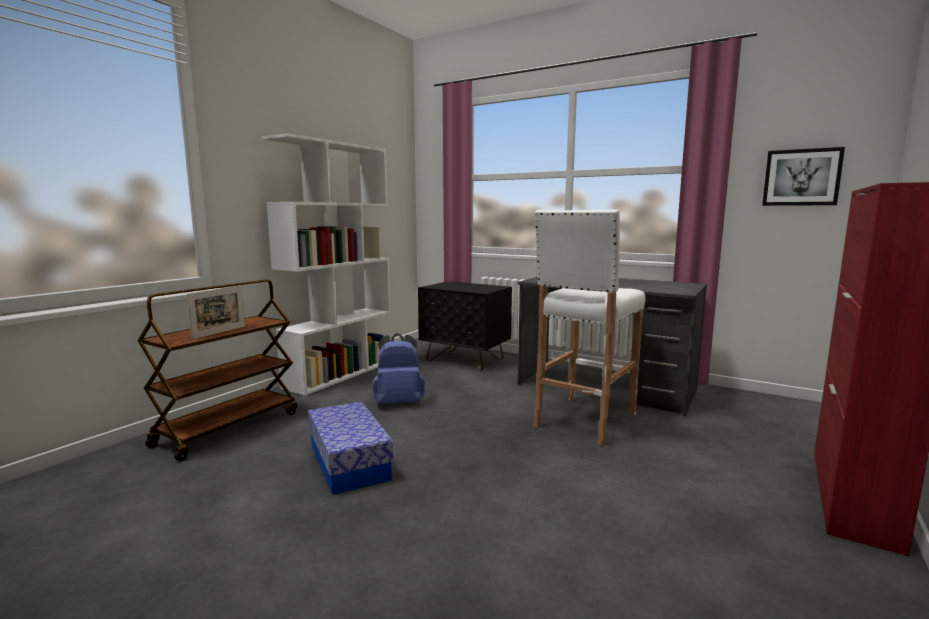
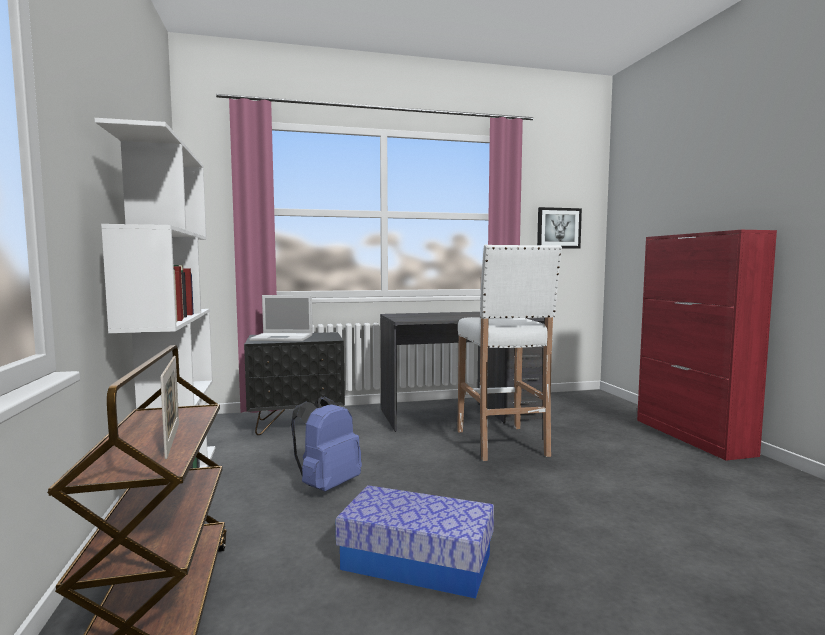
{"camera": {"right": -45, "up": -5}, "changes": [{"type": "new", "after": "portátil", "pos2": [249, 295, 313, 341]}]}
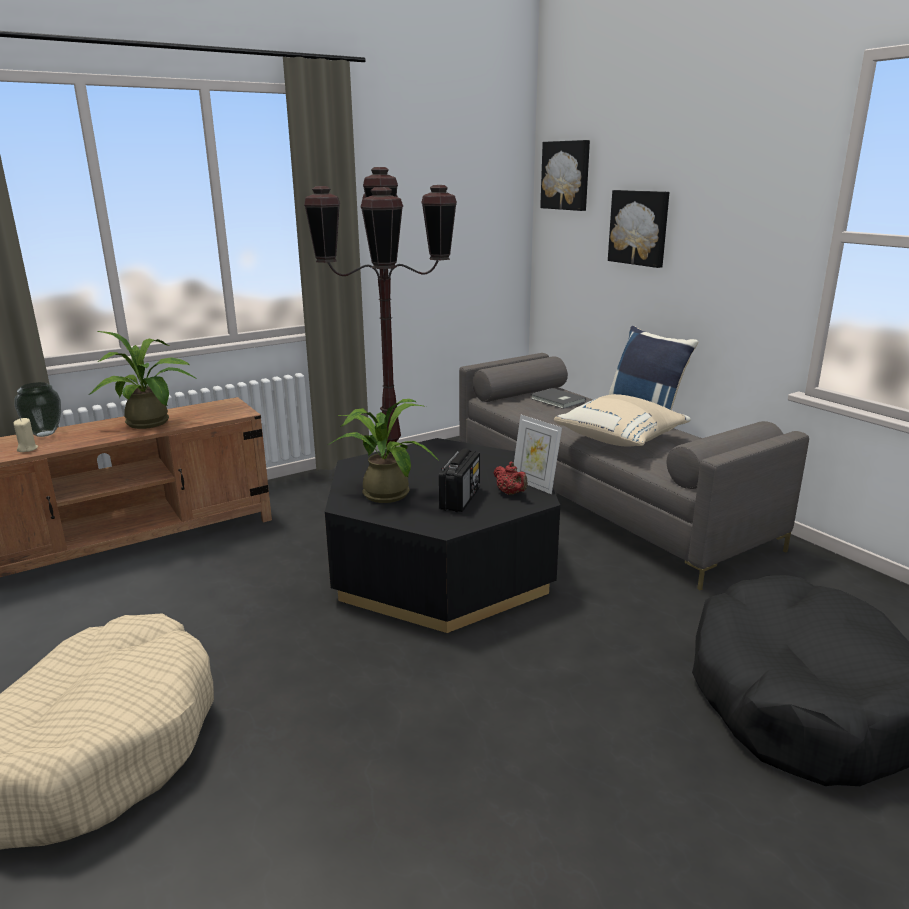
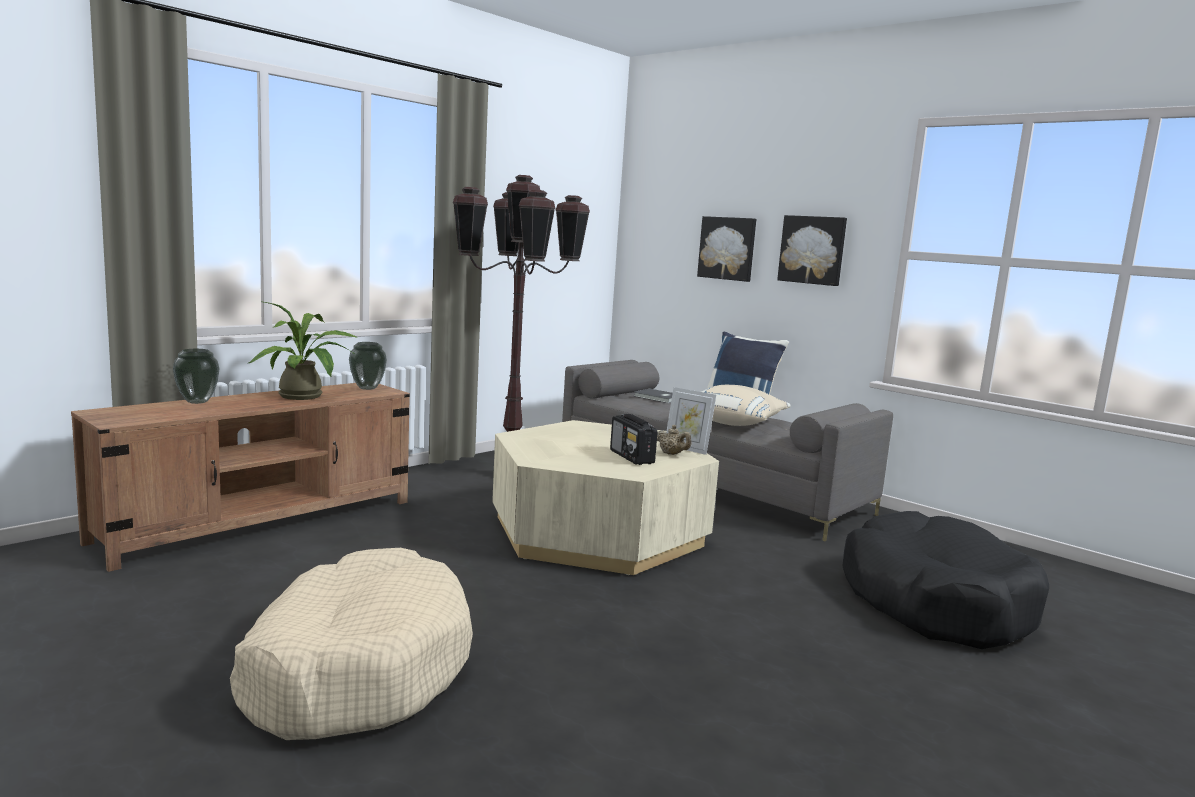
{"camera": {"right": -15, "up": -10}, "changes": [{"type": "new", "after": "florero", "pos2": [349, 342, 387, 390]}, {"type": "repainted", "before": "mesa de centro/negro", "after": "mesa de centro/beis", "pos1": [325, 438, 560, 633], "pos2": [492, 420, 719, 575]}, {"type": "rotated", "before": "radio", "pos1": [439, 449, 480, 512], "pos2": [610, 414, 658, 465], "turn": 150}, {"type": "repainted", "before": "tetera/rojo", "after": "tetera/beis", "pos1": [494, 462, 528, 495], "pos2": [657, 425, 691, 455]}, {"type": "shifted", "before": "cuadro", "pos1": [540, 140, 590, 211], "pos2": [777, 215, 847, 286]}, {"type": "gone", "before": "vela/beis", "pos1": [14, 418, 38, 452]}, {"type": "gone", "before": "planta en maceta", "pos1": [328, 399, 440, 503]}]}
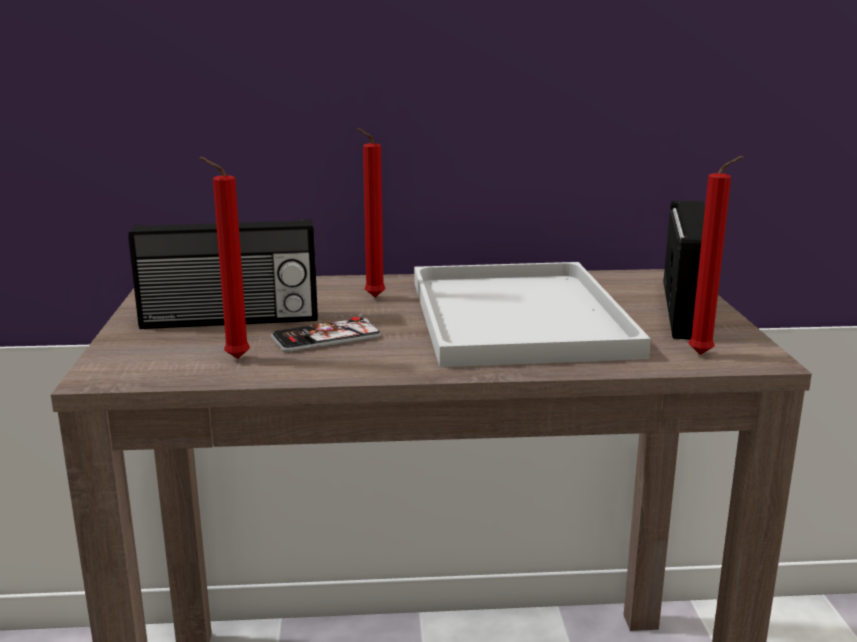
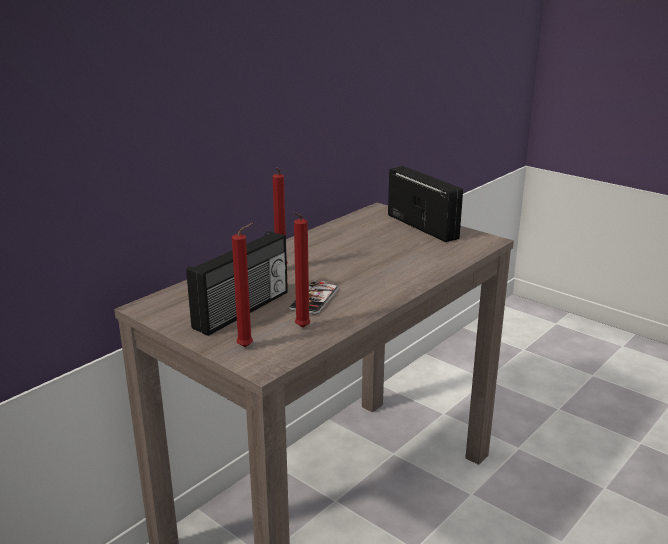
{"camera": {"right": -45, "up": 5}, "changes": [{"type": "shifted", "before": "vela/rojo", "pos1": [689, 156, 744, 355], "pos2": [232, 223, 253, 347]}, {"type": "gone", "before": "bandeja/blanco", "pos1": [414, 262, 651, 367]}]}
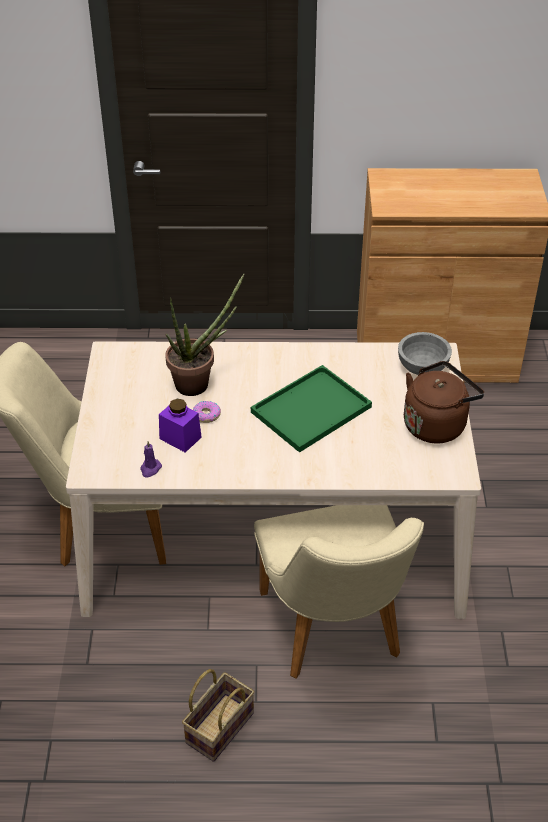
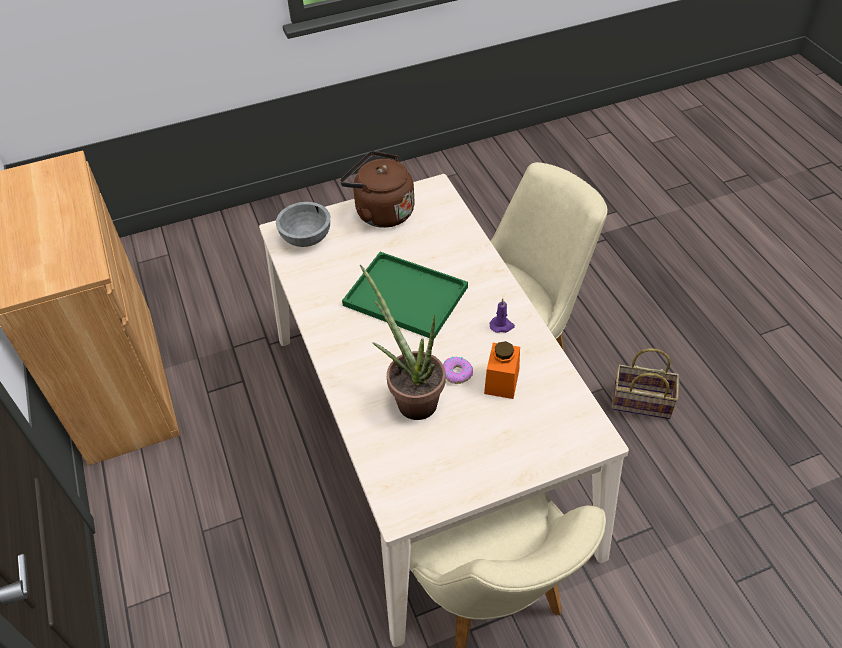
{"camera": {"right": -110, "up": 5}, "changes": [{"type": "repainted", "before": "tarro/morado", "after": "tarro/naranja", "pos1": [159, 399, 202, 453], "pos2": [484, 341, 520, 399]}, {"type": "shifted", "before": "vela/morado", "pos1": [140, 441, 162, 477], "pos2": [490, 299, 515, 333]}]}
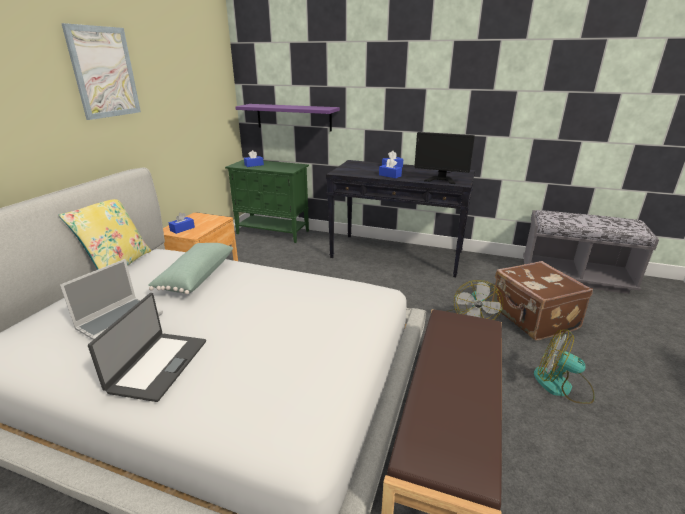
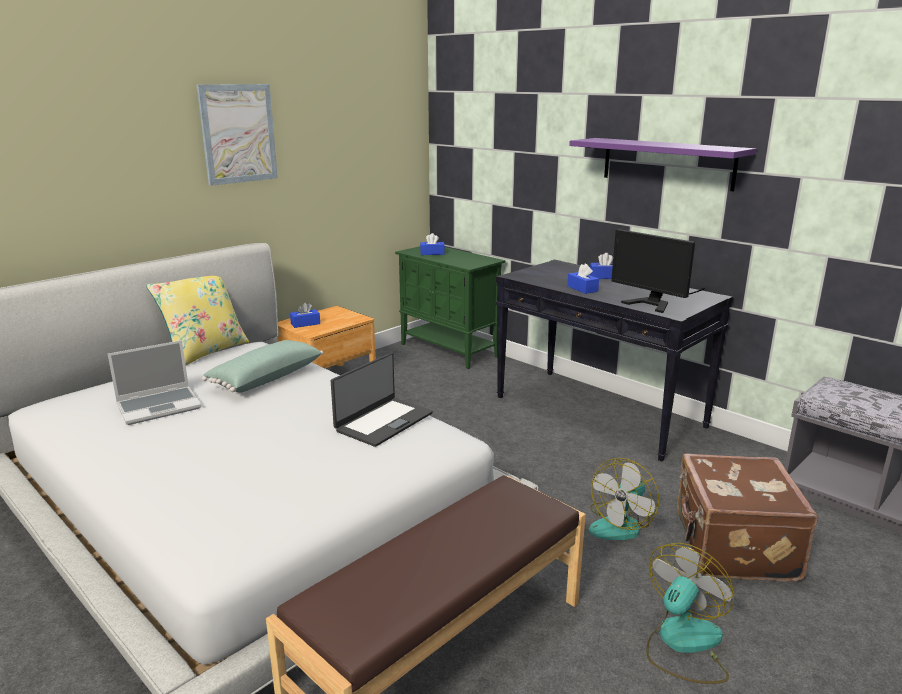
{"camera": {"right": 25, "up": -5}, "changes": [{"type": "shifted", "before": "portátil", "pos1": [88, 293, 206, 402], "pos2": [331, 353, 433, 447]}, {"type": "shifted", "before": "estante/morado", "pos1": [235, 104, 340, 132], "pos2": [569, 138, 756, 191]}, {"type": "rotated", "before": "ventilador", "pos1": [534, 329, 595, 404], "pos2": [646, 543, 734, 684], "turn": 75}]}
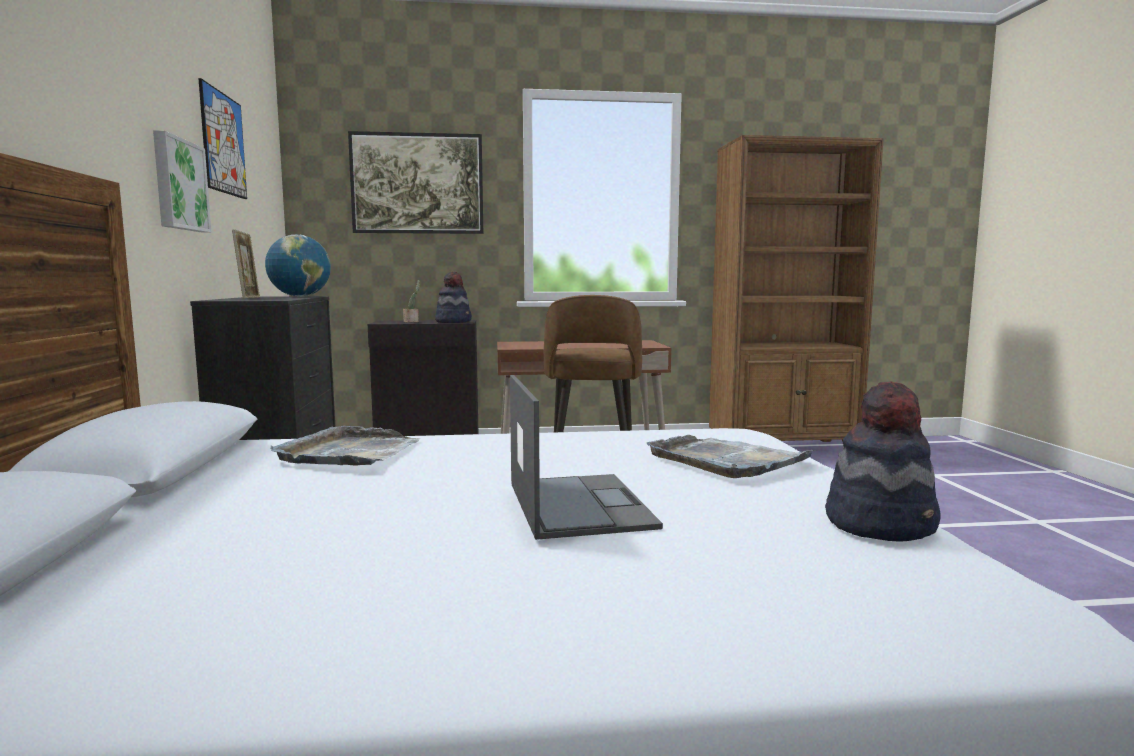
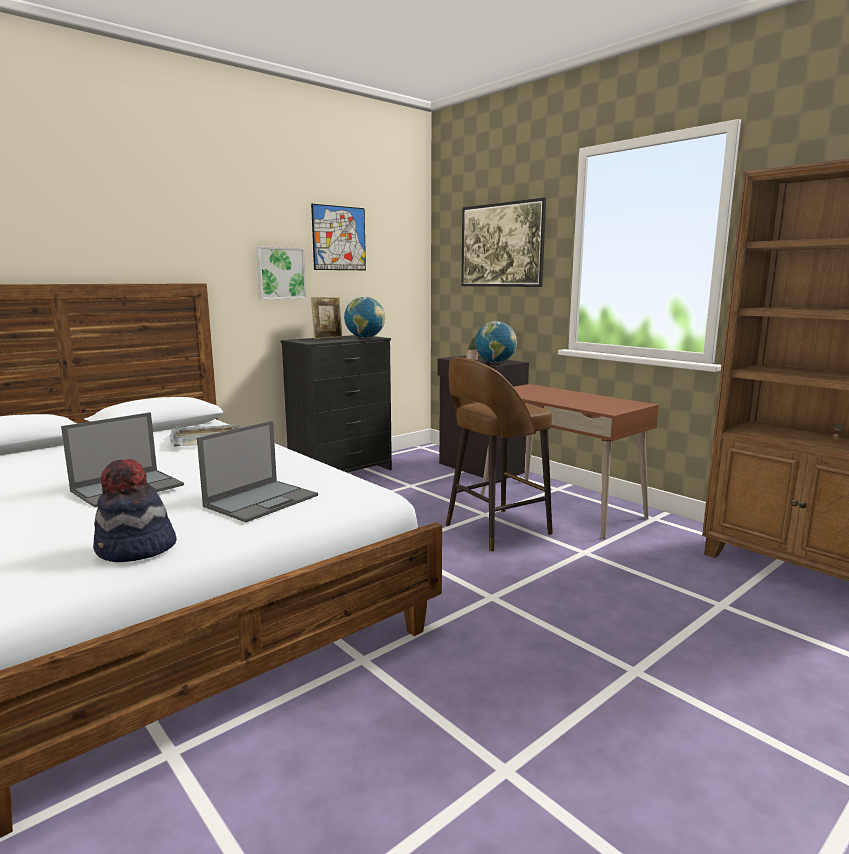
{"camera": {"right": 55, "up": 5}, "changes": [{"type": "swapped", "before": "bandeja/gris", "after": "portátil", "pos1": [647, 435, 817, 478], "pos2": [197, 421, 318, 522]}, {"type": "swapped", "before": "sombrero", "after": "globo terráqueo", "pos1": [435, 272, 472, 323], "pos2": [475, 321, 517, 363]}]}
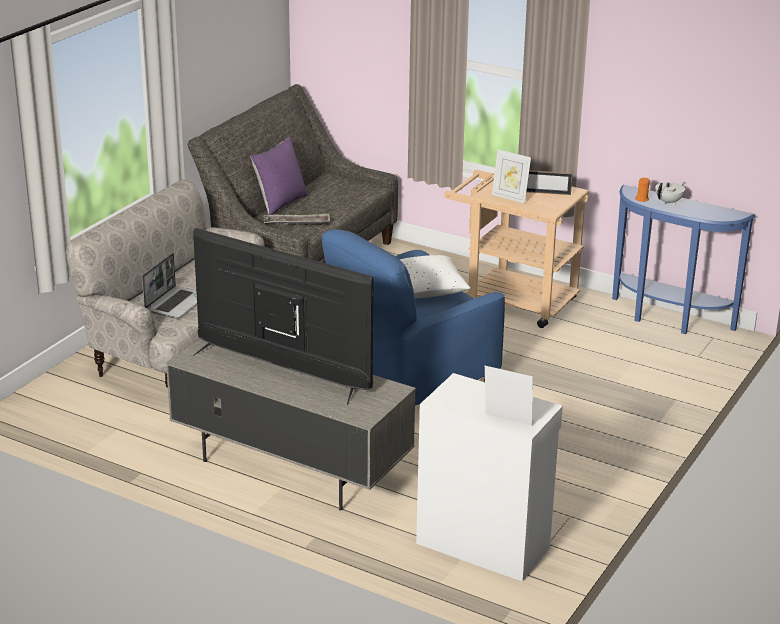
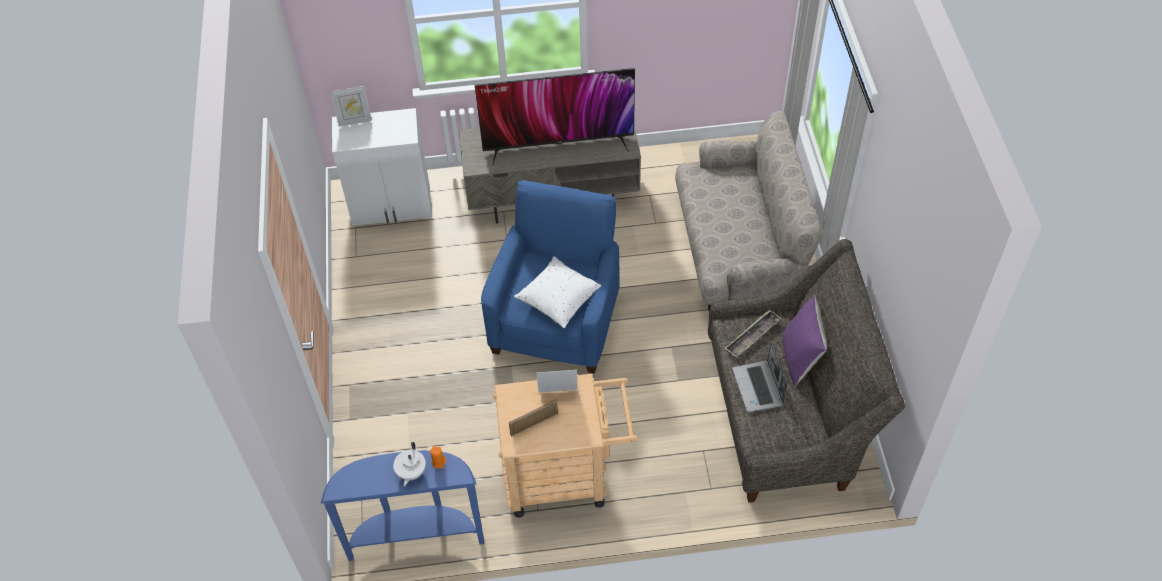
{"camera": {"right": 145, "up": 25}, "changes": [{"type": "shifted", "before": "portátil", "pos1": [142, 253, 197, 318], "pos2": [732, 341, 787, 412]}]}
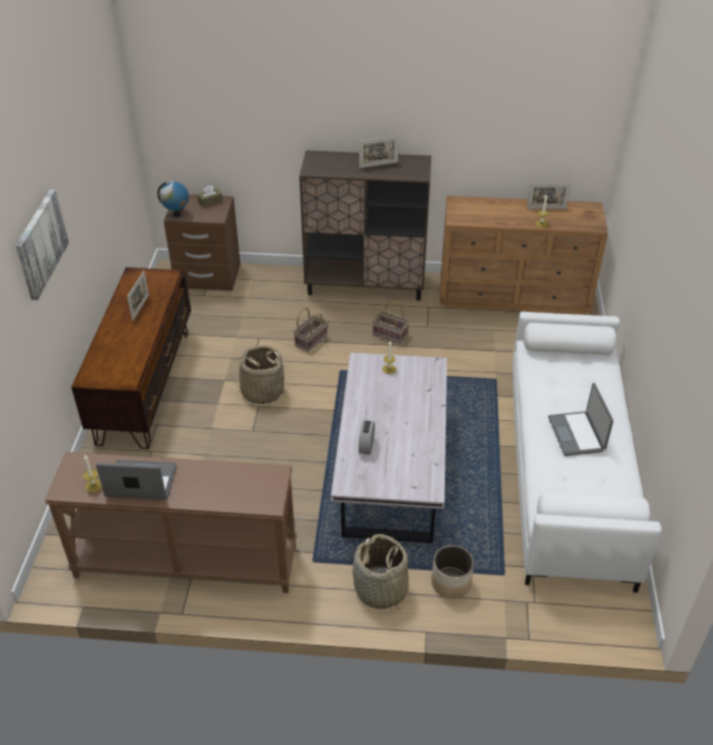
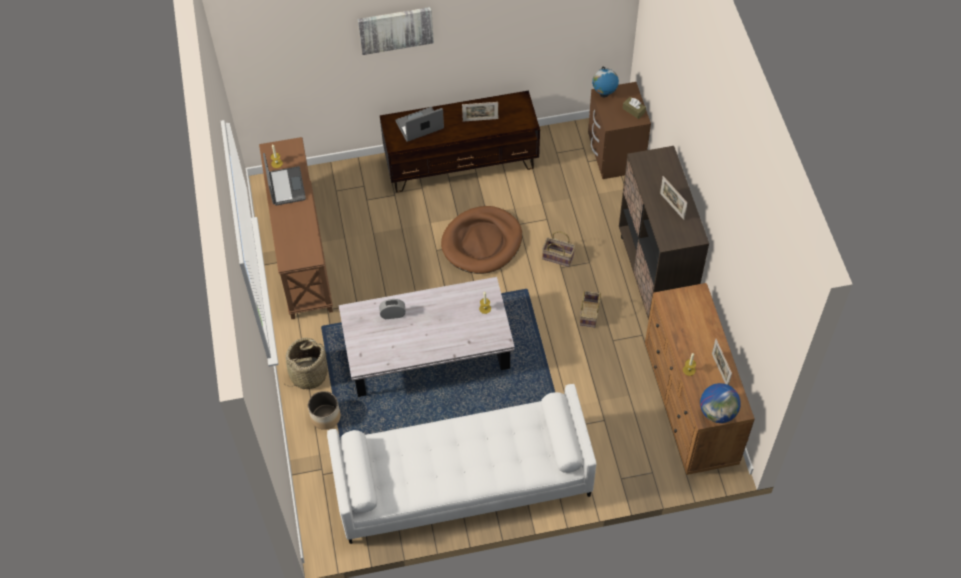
{"camera": {"right": 75, "up": 15}, "changes": [{"type": "shifted", "before": "portátil", "pos1": [548, 383, 613, 456], "pos2": [395, 107, 444, 142]}, {"type": "swapped", "before": "cesta", "after": "cama para perro/marrón", "pos1": [231, 345, 289, 404], "pos2": [441, 206, 522, 274]}, {"type": "new", "after": "globo terráqueo", "pos2": [700, 383, 741, 423]}]}
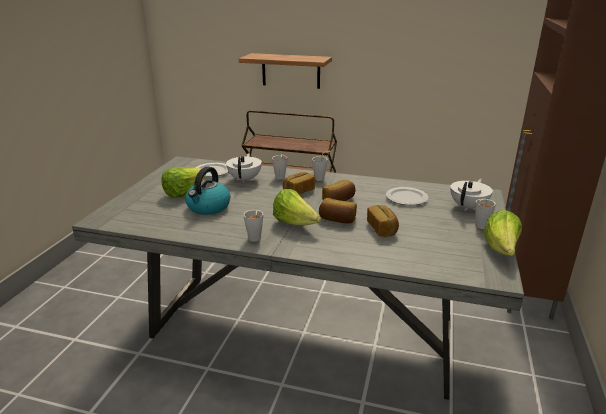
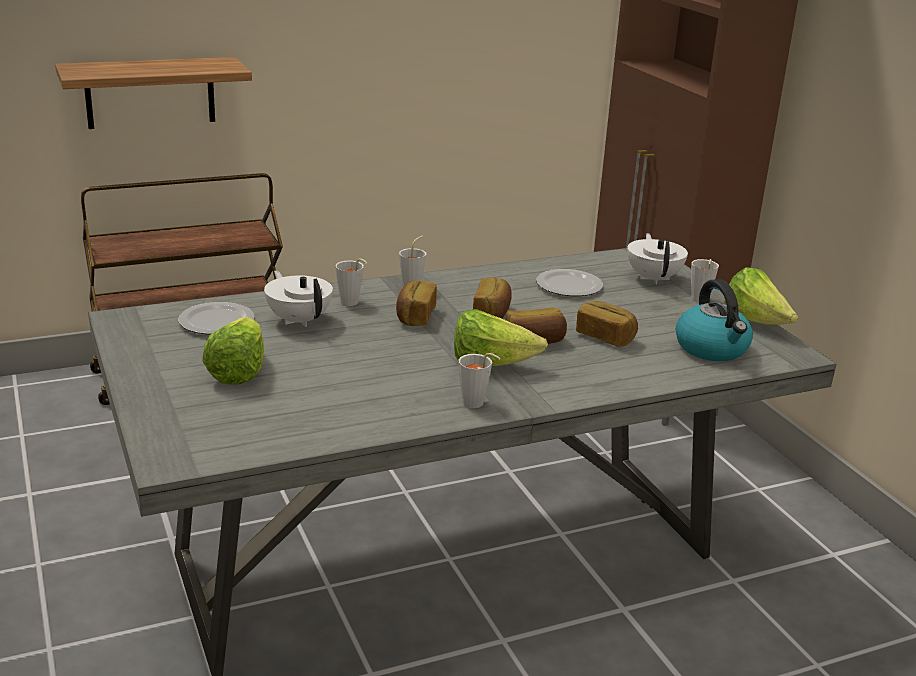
{"camera": {"right": -40, "up": 0}, "changes": [{"type": "shifted", "before": "hervidor", "pos1": [185, 166, 230, 215], "pos2": [676, 279, 753, 361]}]}
